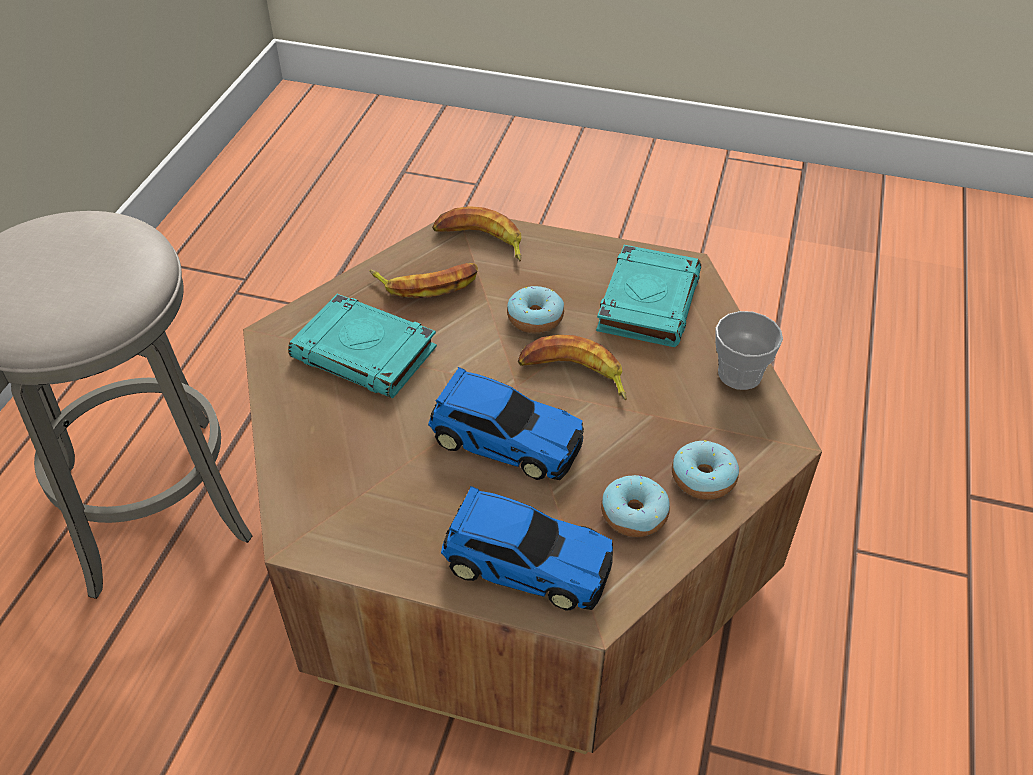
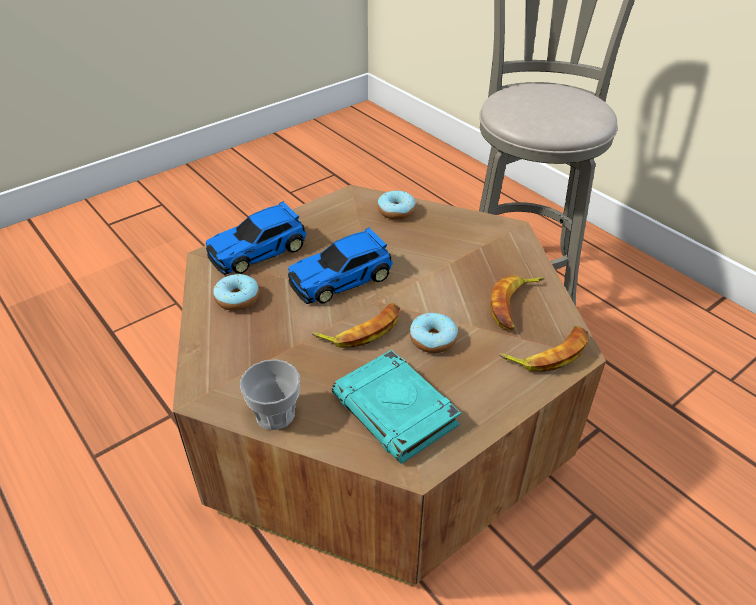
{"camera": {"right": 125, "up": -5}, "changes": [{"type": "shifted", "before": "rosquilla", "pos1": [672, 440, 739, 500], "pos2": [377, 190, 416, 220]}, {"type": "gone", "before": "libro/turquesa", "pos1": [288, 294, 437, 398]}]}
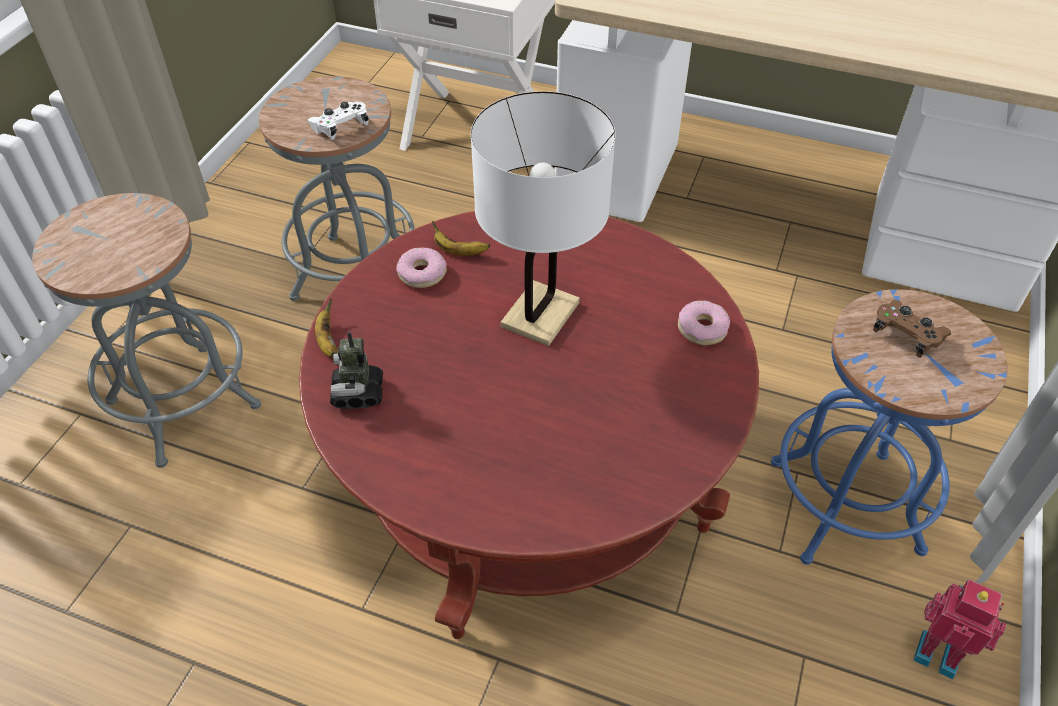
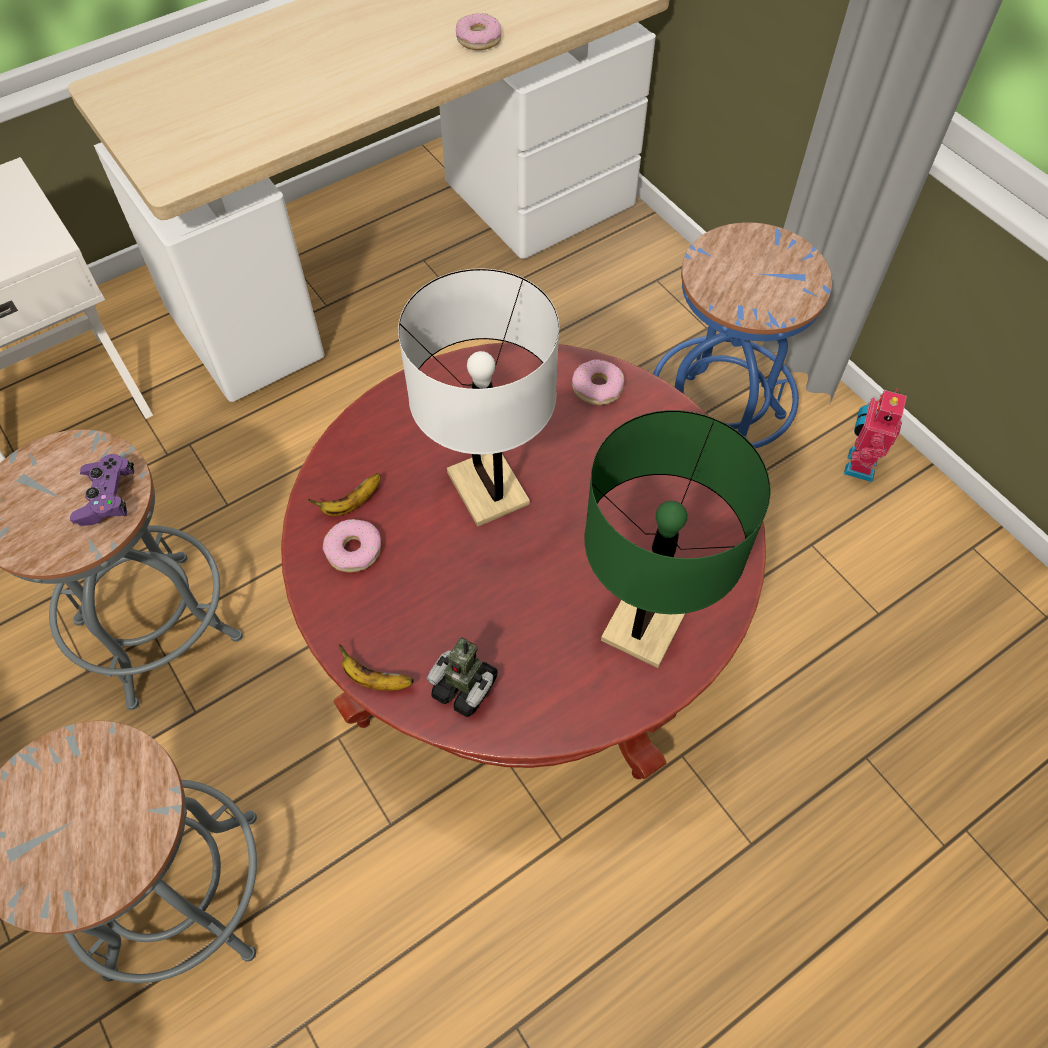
{"camera": {"right": -55, "up": 10}, "changes": [{"type": "repainted", "before": "mando de consola/blanco", "after": "mando de consola/morado", "pos1": [307, 102, 369, 140], "pos2": [70, 454, 134, 526]}, {"type": "new", "after": "rosquilla", "pos2": [456, 13, 501, 50]}, {"type": "new", "after": "lámpara de mesa/verde", "pos2": [585, 410, 771, 668]}, {"type": "rotated", "before": "robot de juguete", "pos1": [913, 579, 1006, 680], "pos2": [844, 389, 907, 482], "turn": -45}, {"type": "gone", "before": "mando de consola/marrón", "pos1": [873, 300, 951, 358]}]}
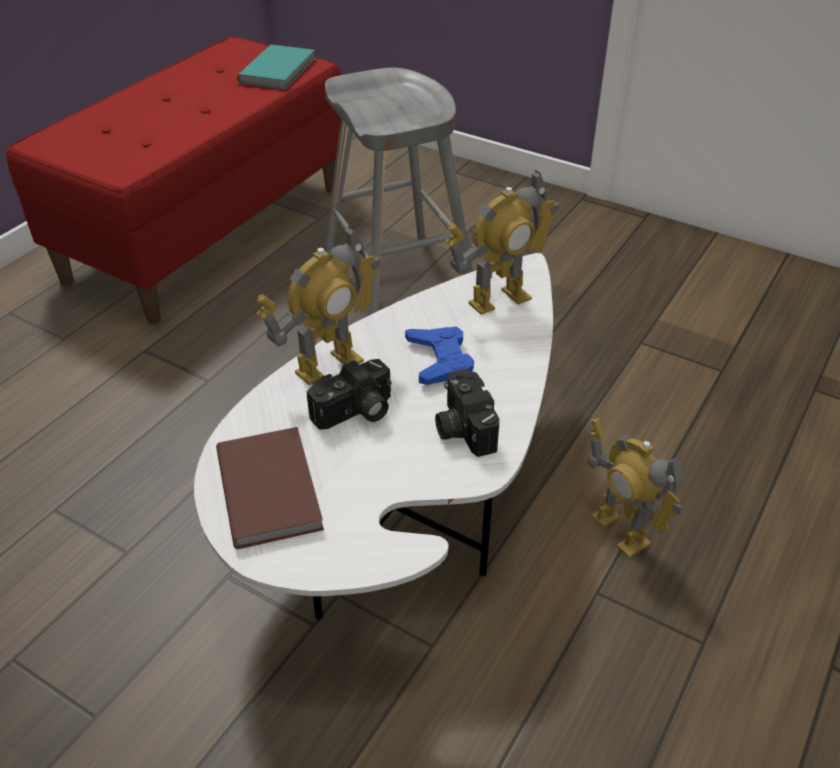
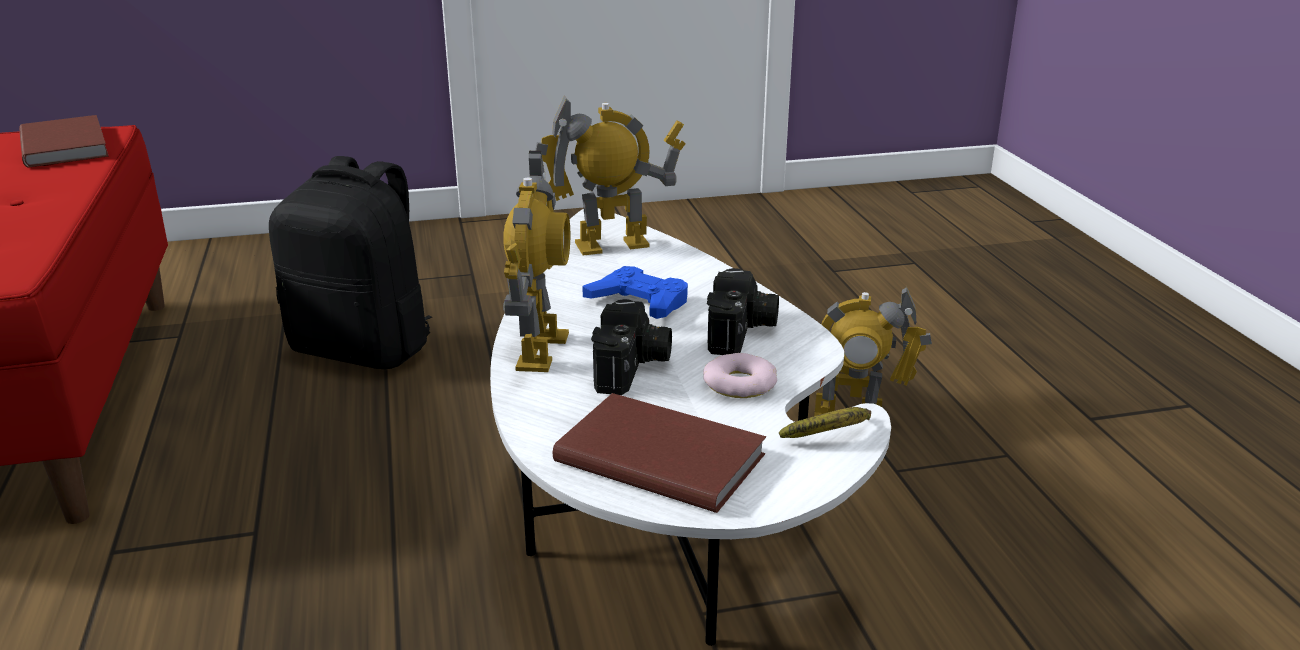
{"camera": {"right": -45, "up": -15}, "changes": [{"type": "repainted", "before": "libro/turquesa", "after": "libro/marrón", "pos1": [237, 45, 316, 89], "pos2": [19, 115, 109, 168]}, {"type": "swapped", "before": "taburete/gris", "after": "mochila/negro", "pos1": [325, 68, 473, 315], "pos2": [269, 156, 432, 369]}, {"type": "rotated", "before": "robot de juguete", "pos1": [446, 170, 559, 315], "pos2": [535, 95, 686, 255], "turn": -120}, {"type": "new", "after": "rosquilla", "pos2": [703, 353, 777, 398]}, {"type": "rotated", "before": "cámara", "pos1": [435, 369, 500, 457], "pos2": [707, 268, 779, 355], "turn": -105}, {"type": "new", "after": "plátano", "pos2": [779, 407, 871, 438]}]}
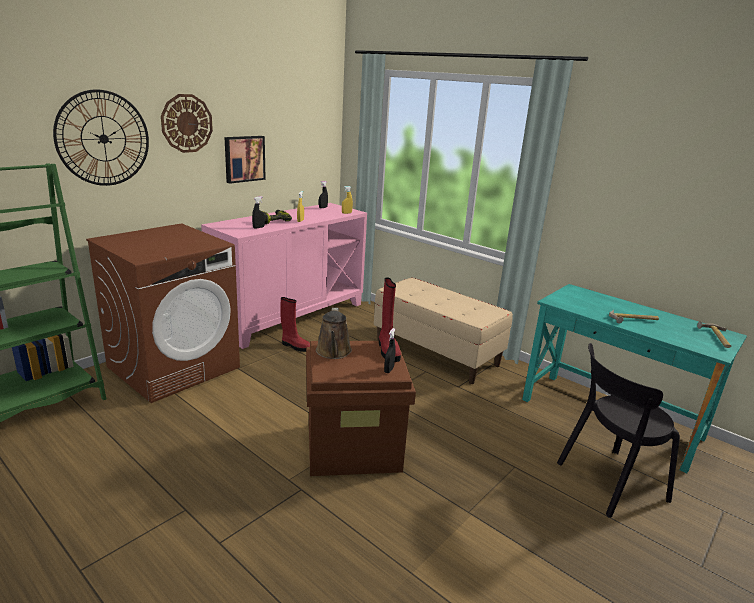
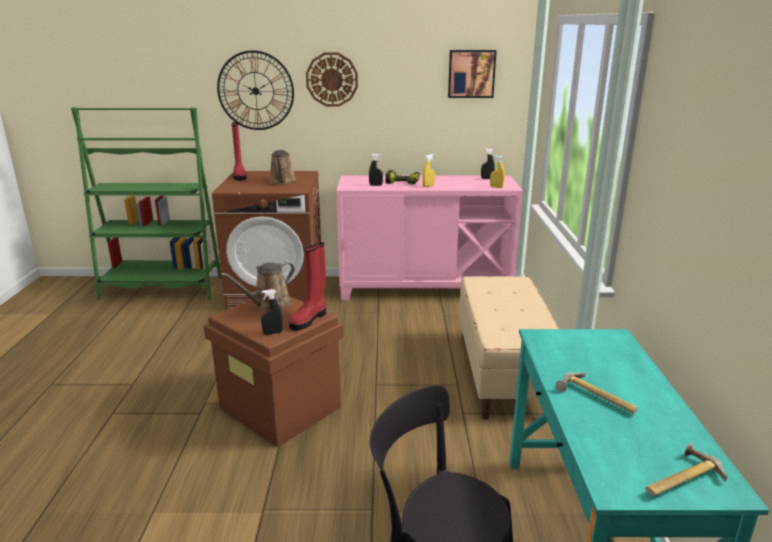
{"camera": {"right": 50, "up": 0}, "changes": [{"type": "shifted", "before": "bota/rojo", "pos1": [280, 297, 310, 352], "pos2": [231, 122, 247, 181]}, {"type": "new", "after": "regadera/marrón", "pos2": [269, 150, 296, 185]}, {"type": "shifted", "before": "cuadro", "pos1": [225, 136, 266, 184], "pos2": [448, 50, 497, 98]}]}
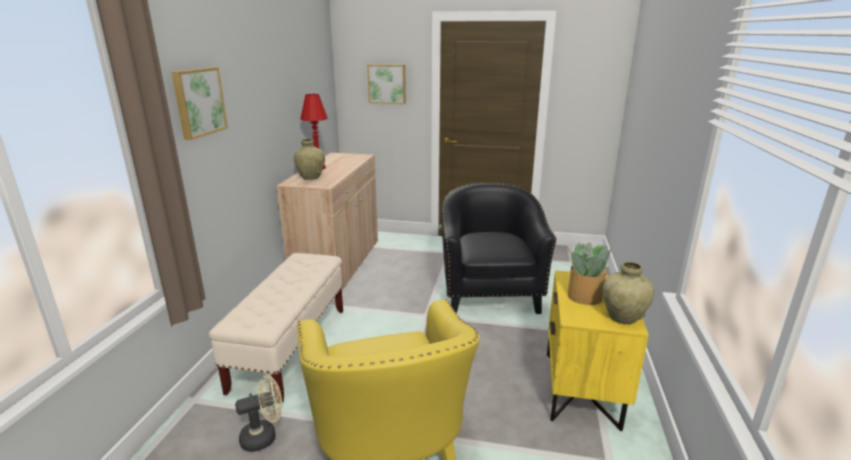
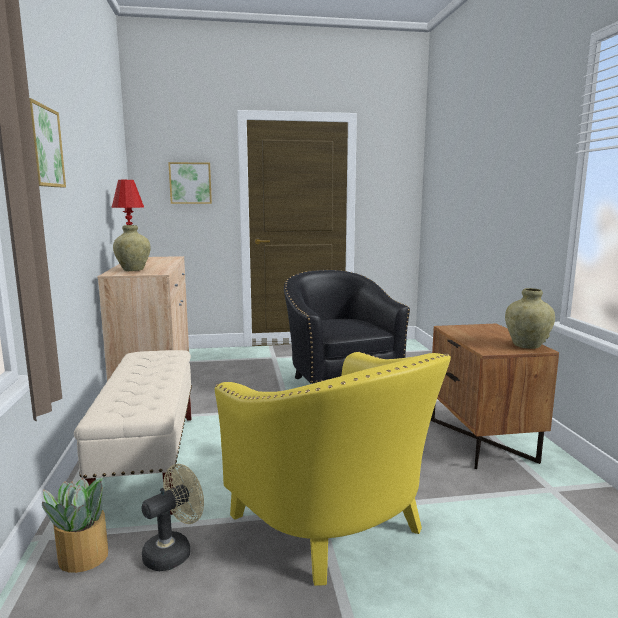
{"camera": {"right": -20, "up": -10}, "changes": [{"type": "shifted", "before": "planta en maceta", "pos1": [567, 242, 611, 305], "pos2": [42, 478, 108, 573]}, {"type": "repainted", "before": "mesita de noche/amarillo", "after": "mesita de noche/marrón", "pos1": [547, 271, 649, 431], "pos2": [431, 323, 559, 469]}]}
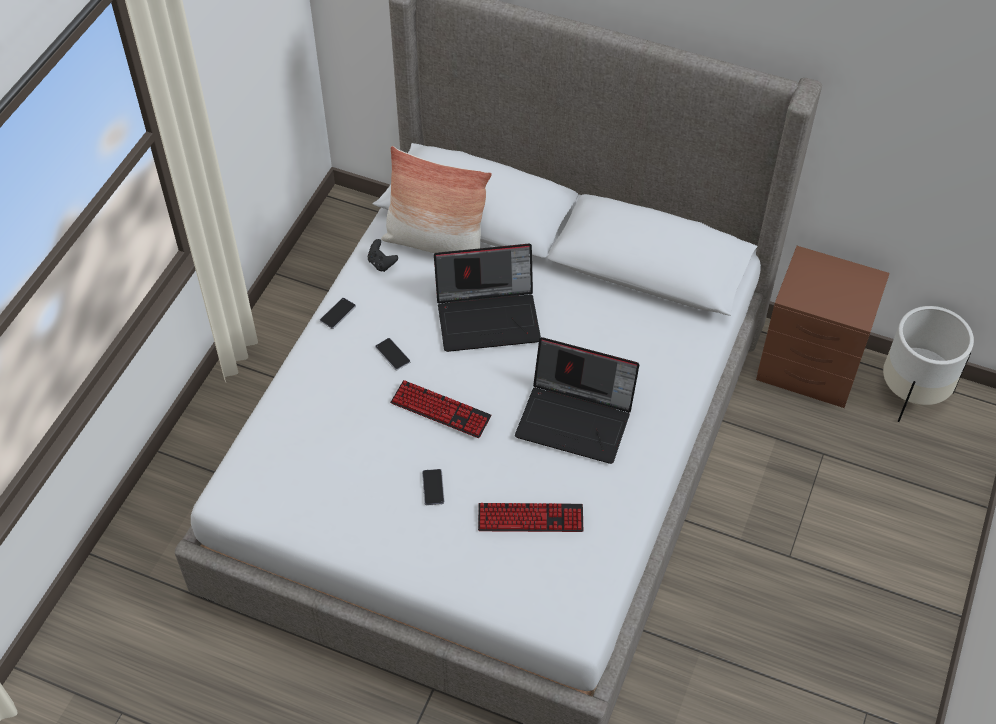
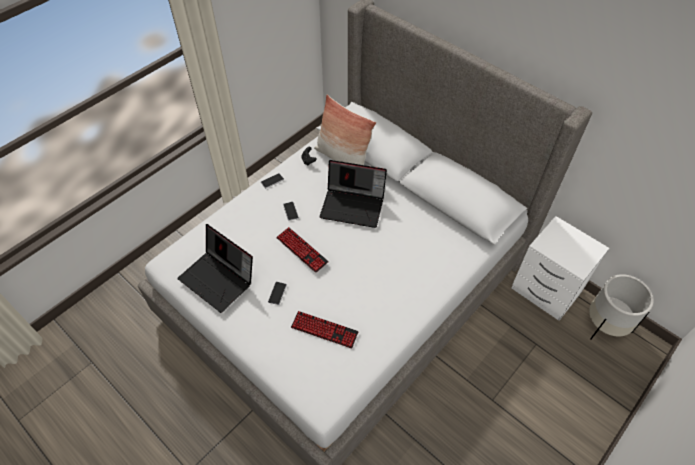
{"camera": {"right": 20, "up": 0}, "changes": [{"type": "shifted", "before": "portátil", "pos1": [515, 337, 639, 464], "pos2": [177, 224, 253, 313]}, {"type": "repainted", "before": "mesita de noche/marrón", "after": "mesita de noche/blanco", "pos1": [756, 246, 890, 408], "pos2": [512, 216, 609, 321]}]}
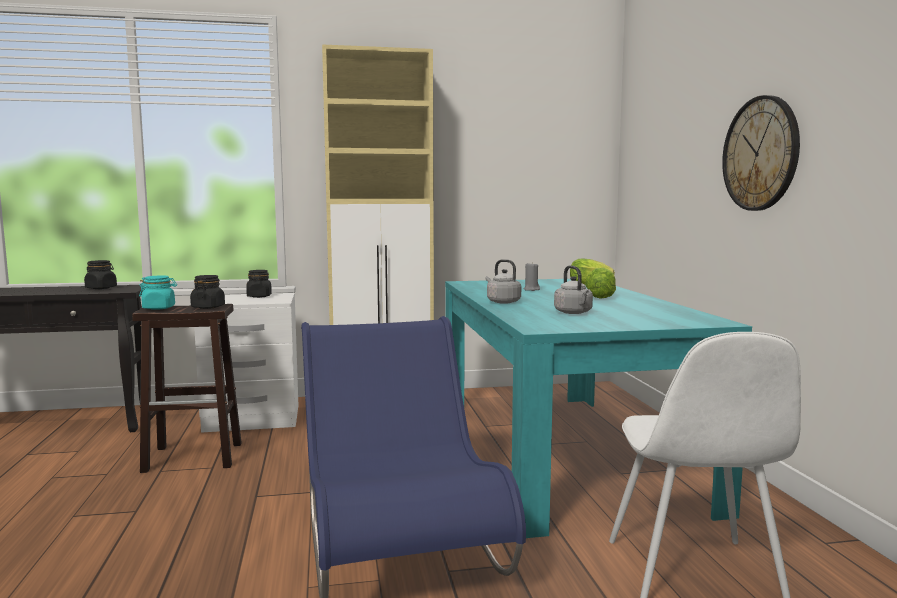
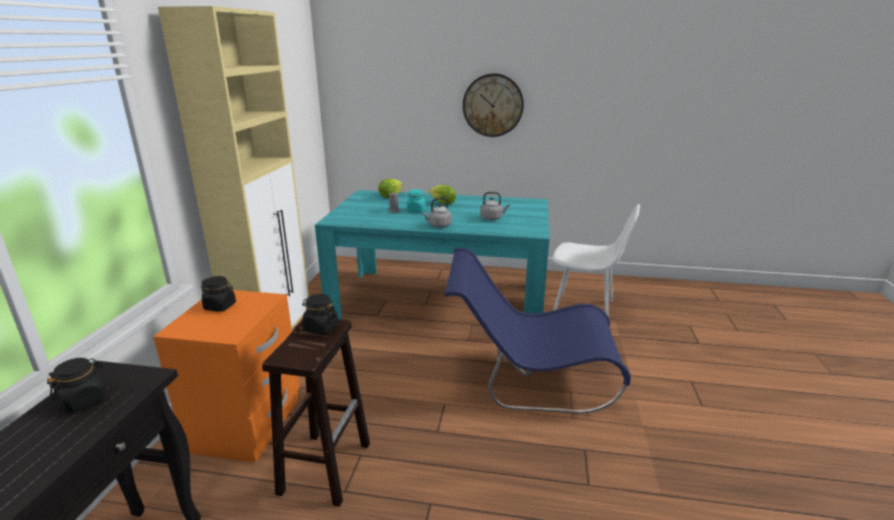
{"camera": {"right": -70, "up": 15}, "changes": [{"type": "repainted", "before": "mesita de noche/blanco", "after": "mesita de noche/naranja", "pos1": [194, 293, 298, 433], "pos2": [153, 290, 300, 462]}, {"type": "shifted", "before": "tarro/turquesa", "pos1": [139, 276, 177, 310], "pos2": [407, 189, 426, 212]}]}
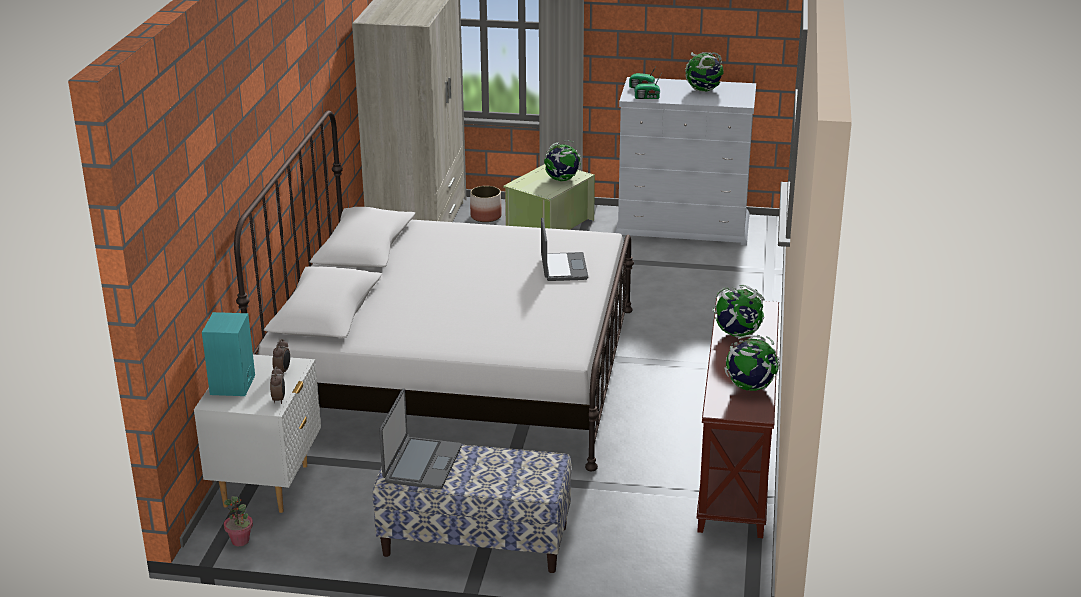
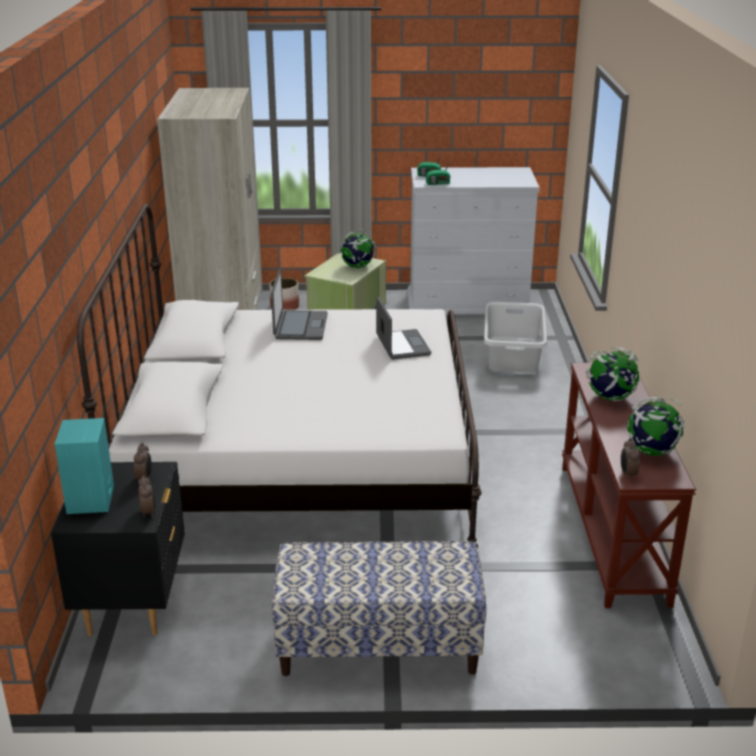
{"camera": {"right": -10, "up": 0}, "changes": [{"type": "repainted", "before": "mesita de noche/blanco", "after": "mesita de noche/negro", "pos1": [194, 354, 321, 513], "pos2": [51, 462, 185, 636]}, {"type": "shifted", "before": "portátil", "pos1": [379, 389, 462, 489], "pos2": [271, 268, 328, 340]}, {"type": "new", "after": "cesto de la ropa/gris", "pos2": [484, 302, 547, 373]}, {"type": "new", "after": "despertador", "pos2": [621, 438, 640, 479]}, {"type": "gone", "before": "planta en maceta", "pos1": [224, 496, 253, 546]}, {"type": "gone", "before": "globo terráqueo", "pos1": [685, 52, 724, 92]}]}
